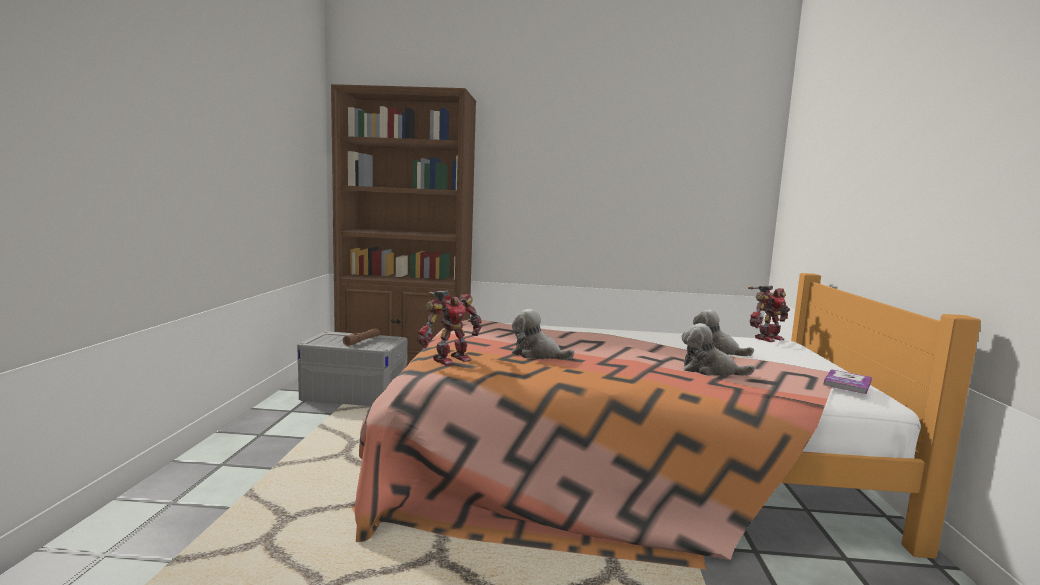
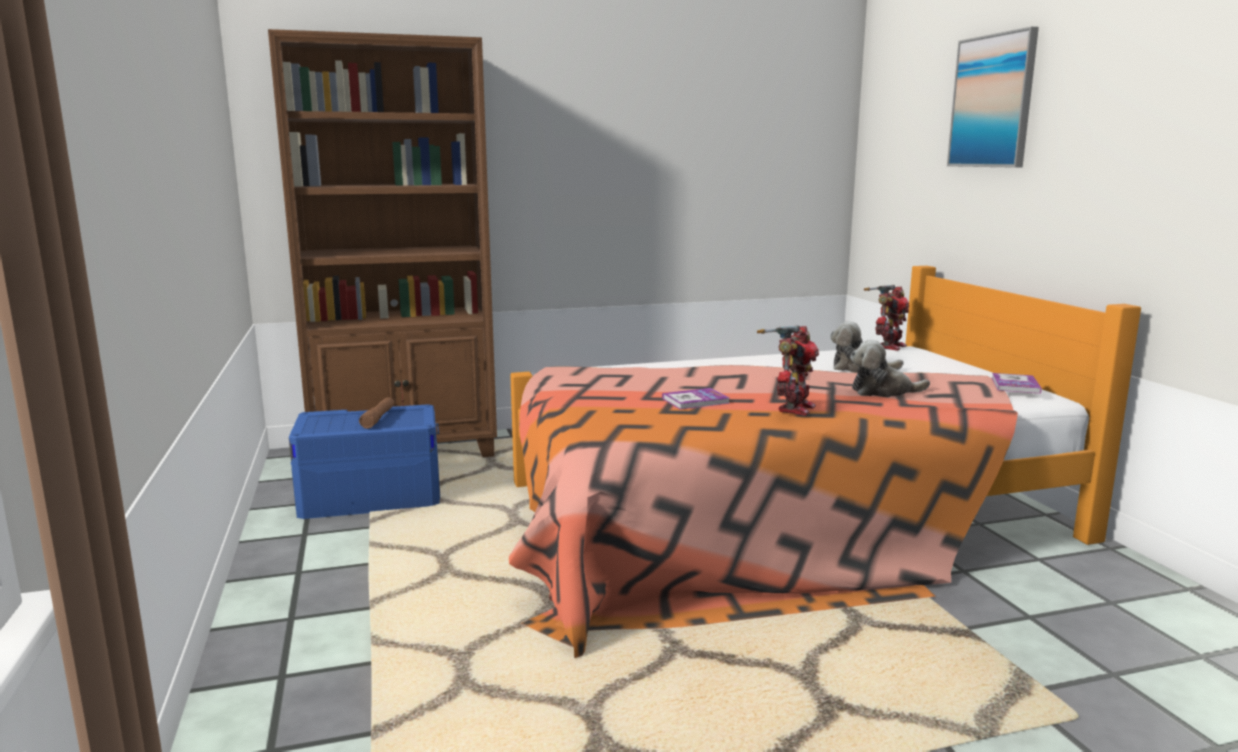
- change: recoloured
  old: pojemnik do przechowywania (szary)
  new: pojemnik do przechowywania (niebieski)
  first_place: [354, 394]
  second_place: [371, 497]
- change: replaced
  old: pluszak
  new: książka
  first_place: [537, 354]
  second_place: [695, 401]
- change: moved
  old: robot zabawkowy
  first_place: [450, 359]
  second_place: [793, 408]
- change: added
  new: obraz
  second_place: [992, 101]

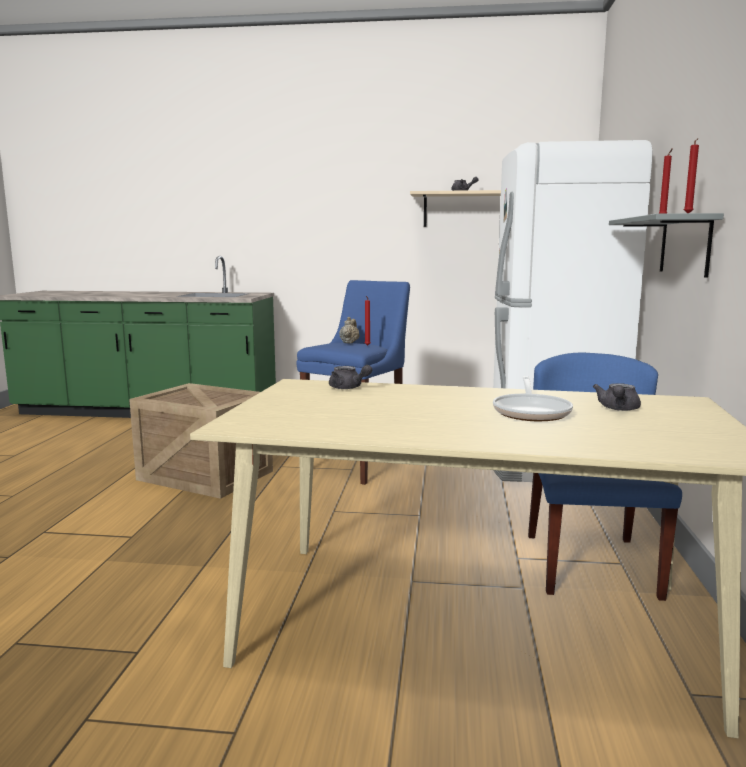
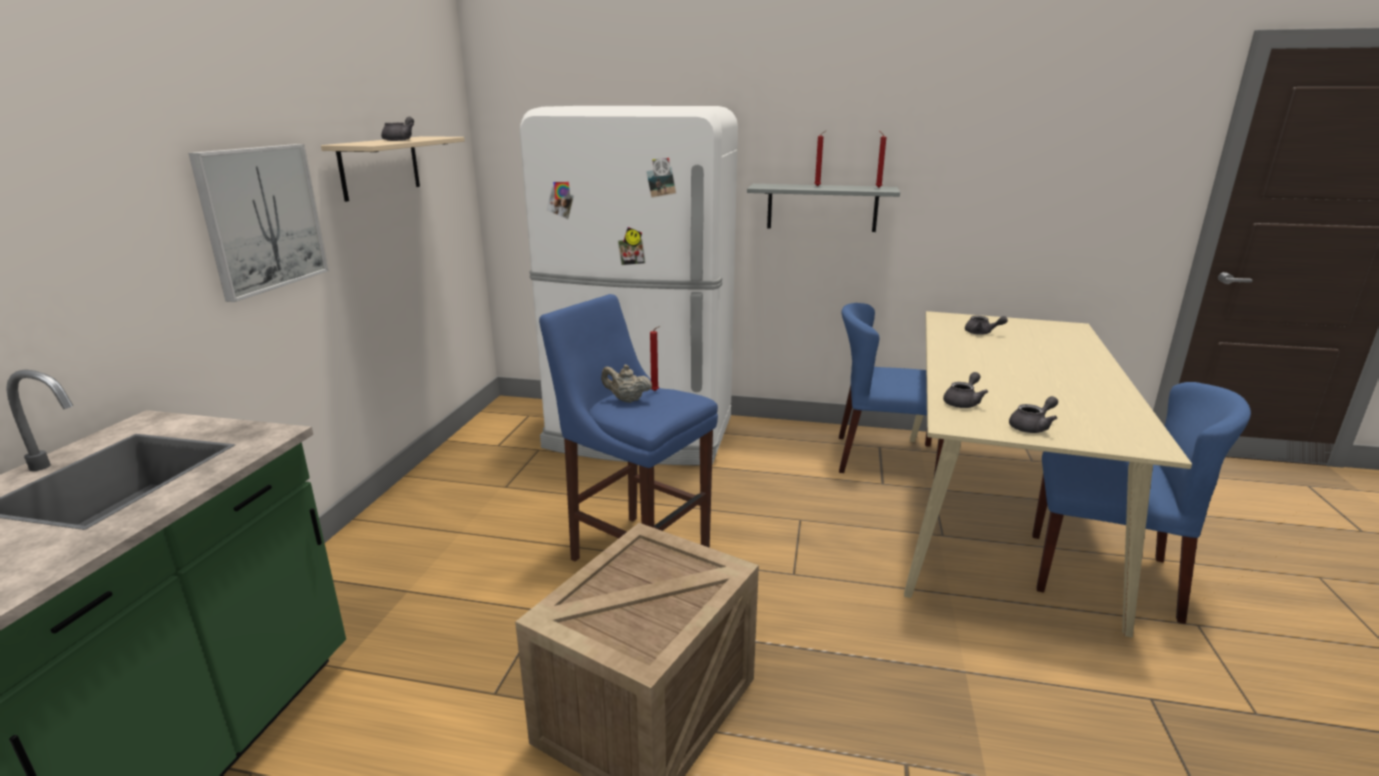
- change: added
  new: obraz
  second_place: [262, 218]
- change: added
  new: imbryk (szary)
  second_place: [1032, 427]
- change: added
  new: krzesło (niebieski)
  second_place: [1103, 575]
- change: removed
  old: patelnia
  first_place: [531, 412]

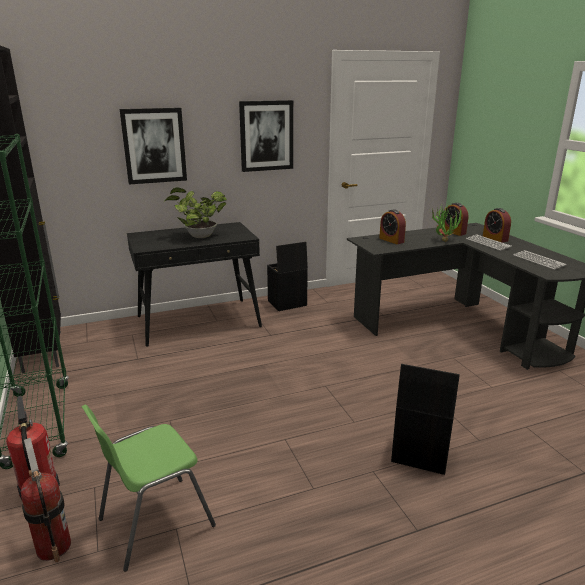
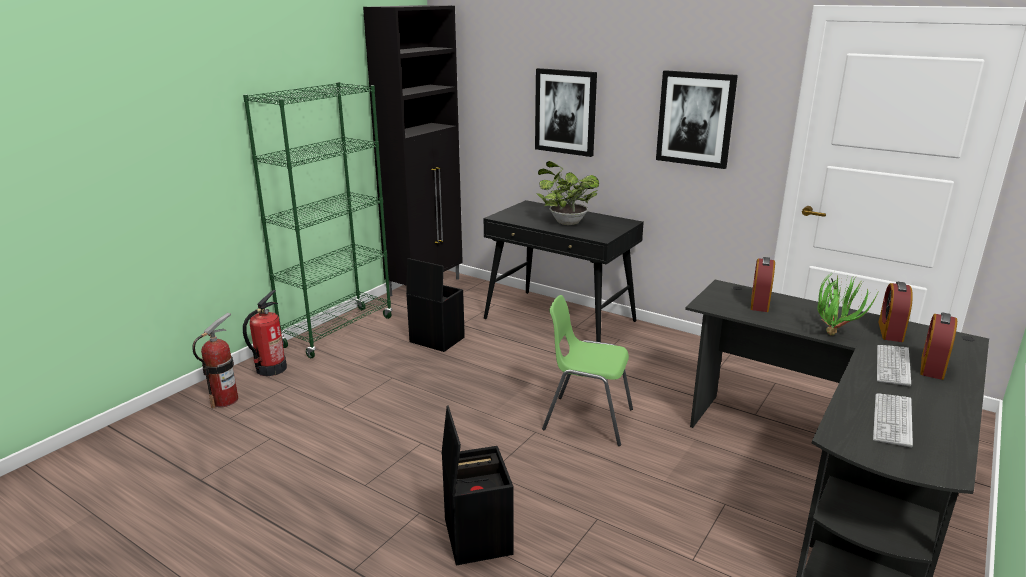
- change: moved
  old: pojemnik do przechowywania (czarny)
  first_place: [286, 303]
  second_place: [435, 340]
- change: moved
  old: krzesło (zielony)
  first_place: [154, 522]
  second_place: [587, 419]

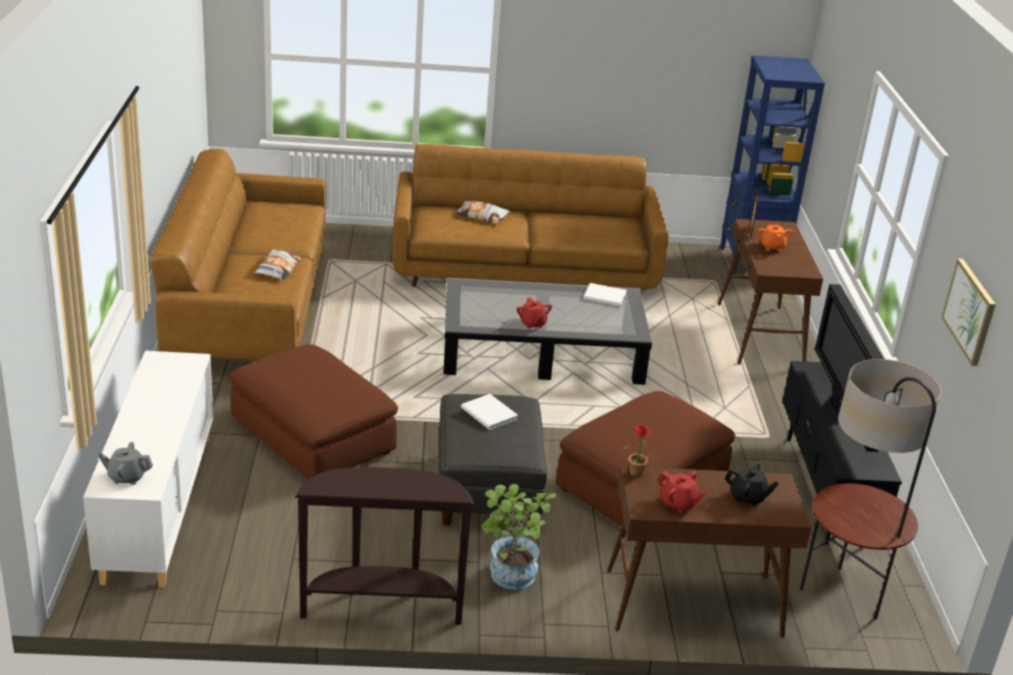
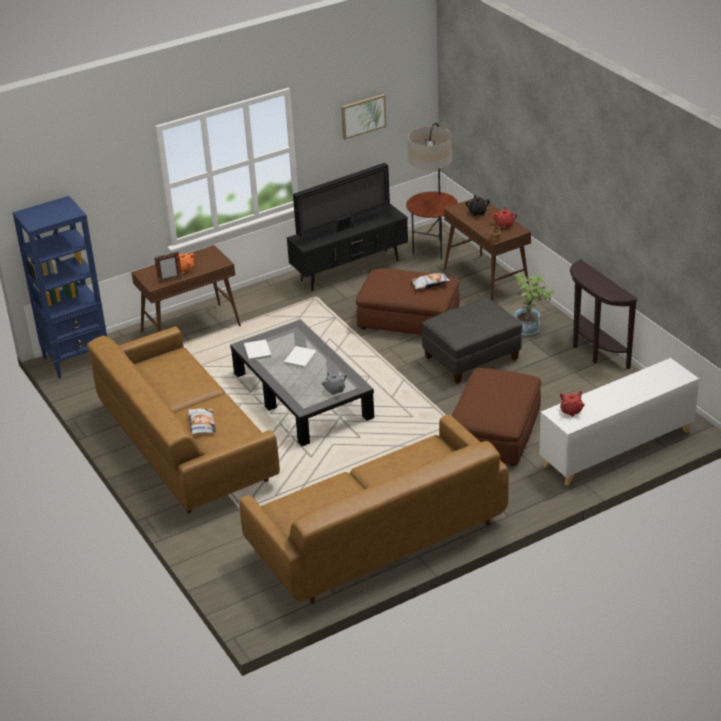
- change: moved
  old: książka (biały)
  first_place: [489, 414]
  second_place: [301, 358]
- change: moved
  old: imbryk (szary)
  first_place: [127, 477]
  second_place: [335, 390]
- change: moved
  old: poduszka
  first_place: [277, 269]
  second_place: [430, 284]
- change: moved
  old: imbryk (czerwony)
  first_place: [532, 324]
  second_place: [571, 411]

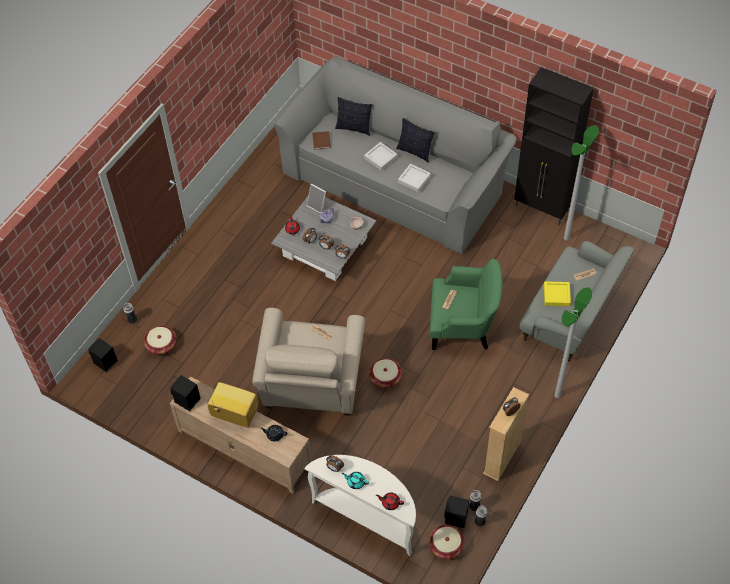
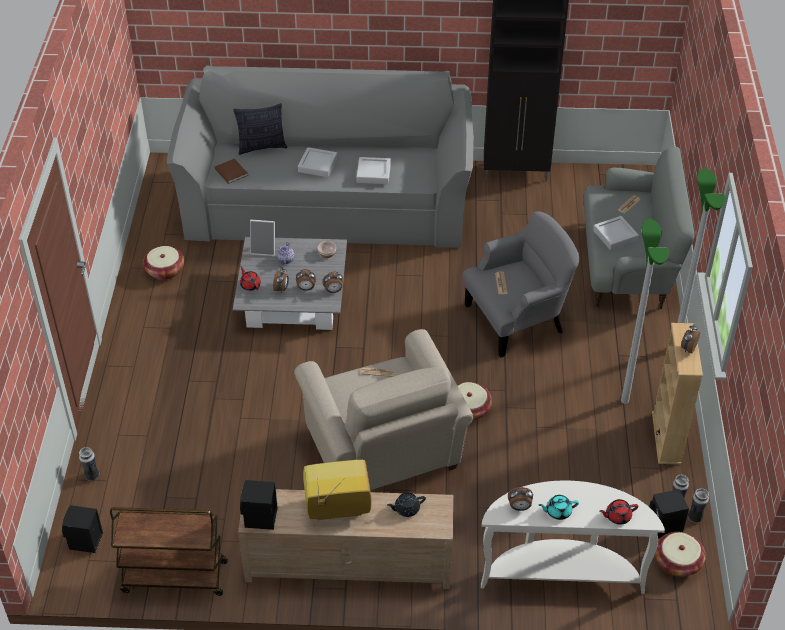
- change: added
  new: wózek (brązowy)
  second_place: [173, 577]
- change: moved
  old: koszyk
  first_place: [161, 345]
  second_place: [165, 271]
- change: recoloured
  old: fotel (zielony)
  new: fotel (szary)
  first_place: [463, 325]
  second_place: [517, 319]
- change: recoloured
  old: taca (żółty)
  new: taca (szary)
  first_place: [556, 295]
  second_place: [615, 235]
- change: moved
  old: lampa stojąca
  first_place: [566, 238]
  second_place: [625, 400]
- change: removed
  old: poduszka
  first_place: [415, 152]

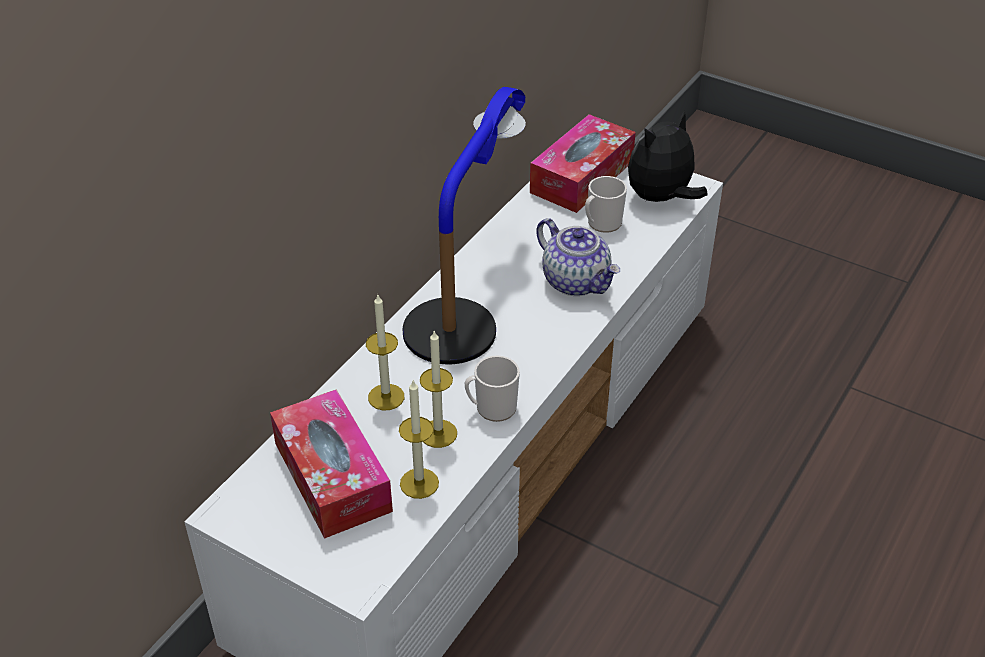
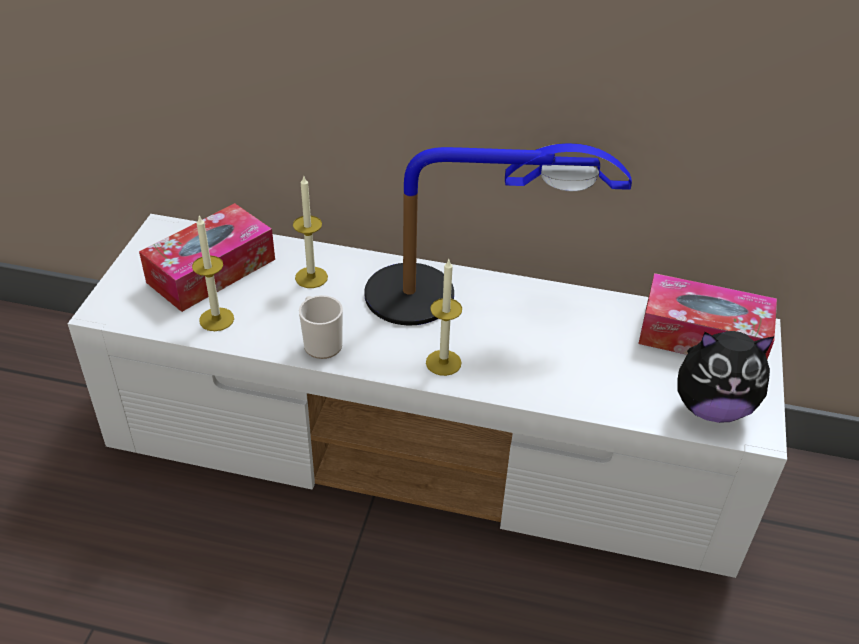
- change: moved
  old: świeca
  first_place: [438, 433]
  second_place: [443, 362]
- change: turned
  old: pluszak
  first_place: [661, 199]
  second_place: [711, 407]
  degrees: 150
- change: removed
  old: imbryk
  first_place: [577, 281]
- change: removed
  old: kubek
  first_place: [601, 224]

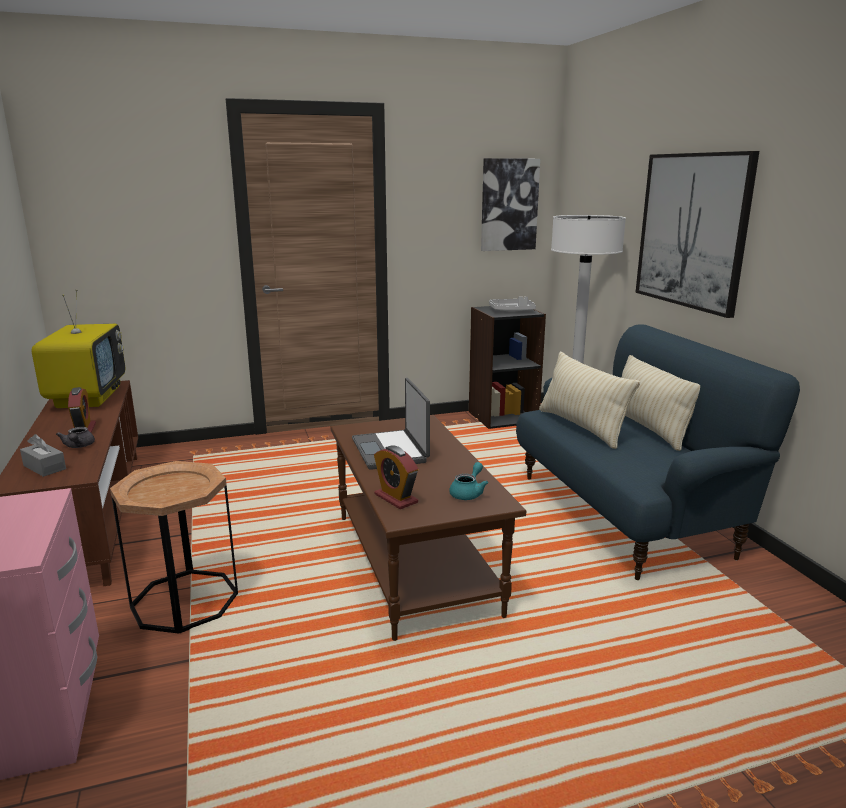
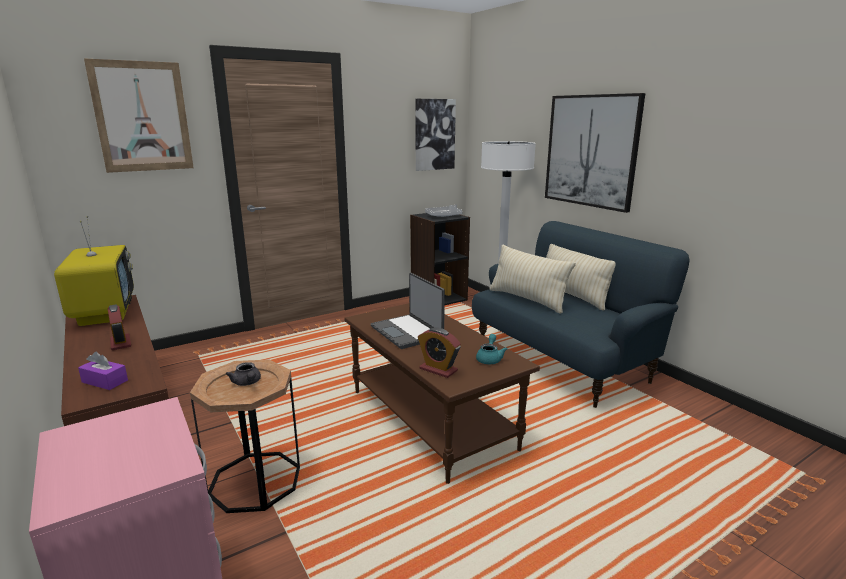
- change: recoloured
  old: pudełko chusteczek (szary)
  new: pudełko chusteczek (fioletowy)
  first_place: [44, 467]
  second_place: [105, 381]
- change: added
  new: obraz
  second_place: [142, 117]
- change: moved
  old: imbryk (szary)
  first_place: [78, 446]
  second_place: [247, 383]

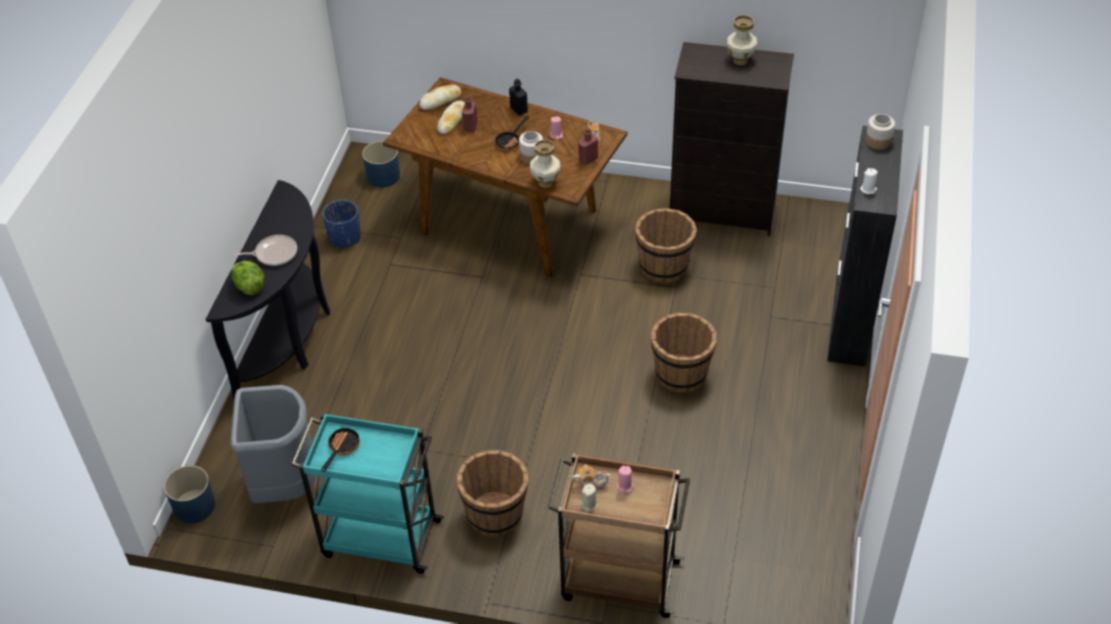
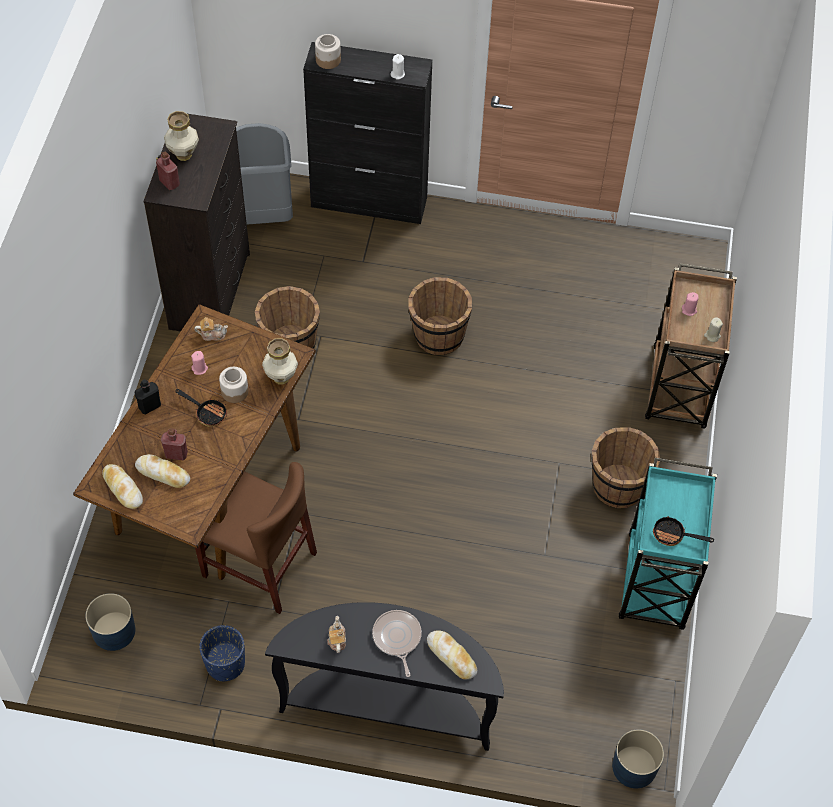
- change: moved
  old: butelka (czerwony)
  first_place: [588, 159]
  second_place: [169, 182]
- change: added
  new: krzesło (brązowy)
  second_place: [259, 564]
- change: moved
  old: kosz na śmieci (szary)
  first_place: [285, 486]
  second_place: [261, 215]
- change: moved
  old: imbryk
  first_place: [591, 484]
  second_place: [337, 640]
- change: replaced
  old: sałata
  new: chleb
  first_place: [249, 287]
  second_place: [451, 656]

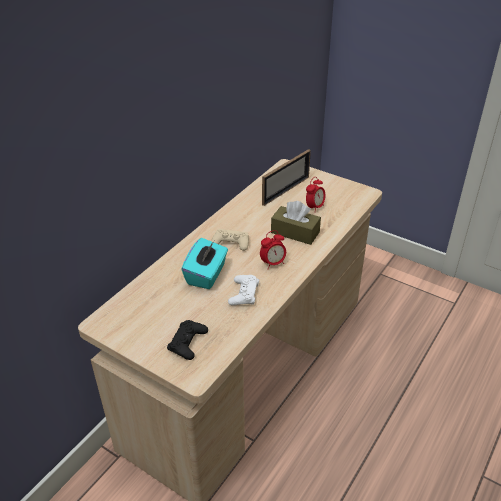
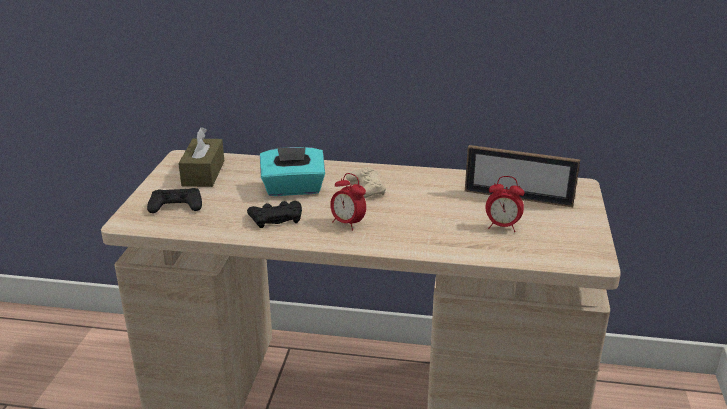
- change: moved
  old: pudełko chusteczek (brązowy)
  first_place: [295, 232]
  second_place: [203, 173]
- change: recoloured
  old: pad do gier (biały)
  new: pad do gier (czarny)
  first_place: [244, 293]
  second_place: [276, 218]

